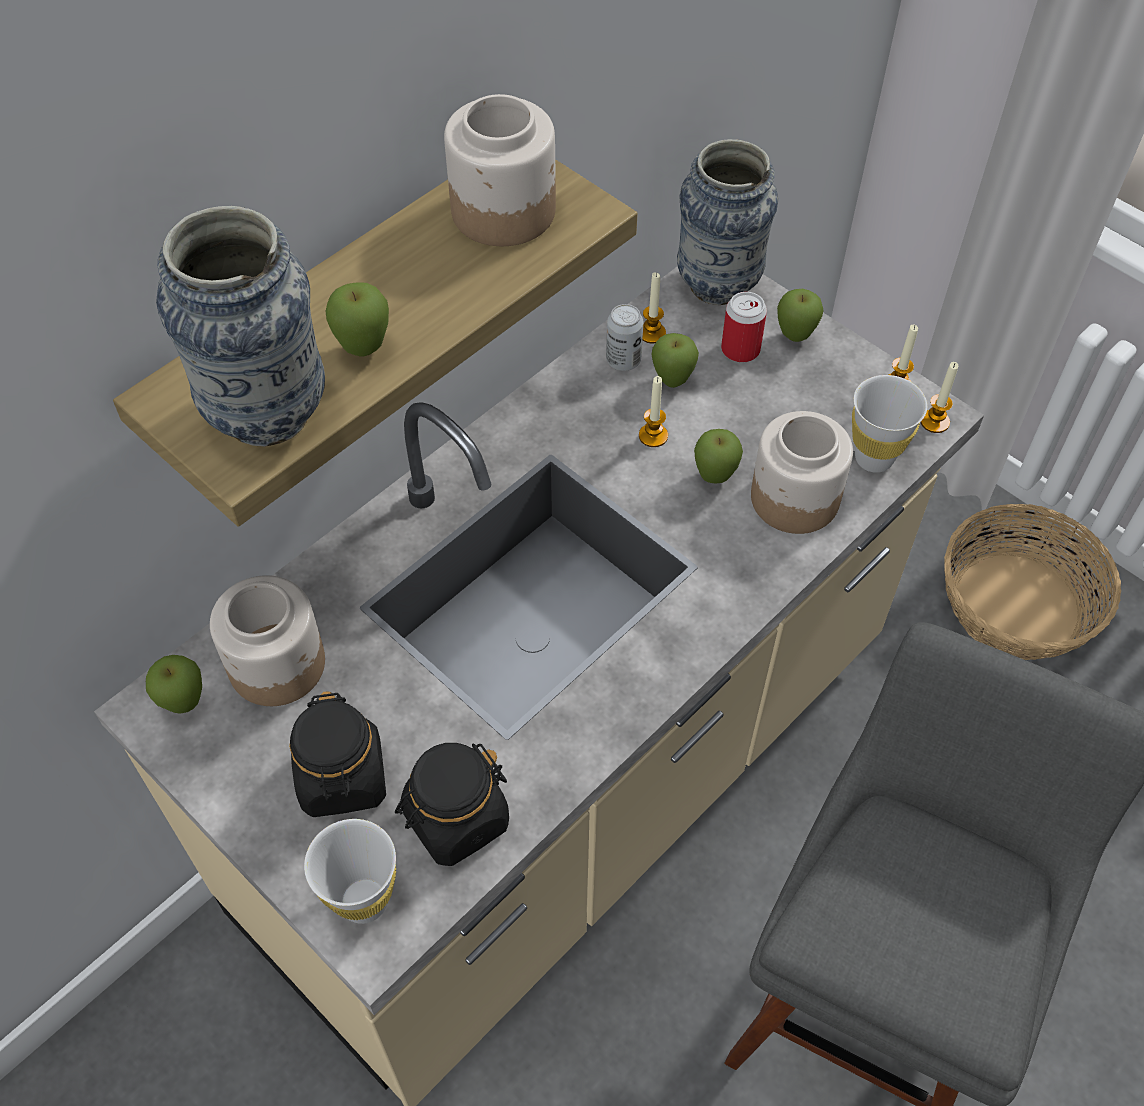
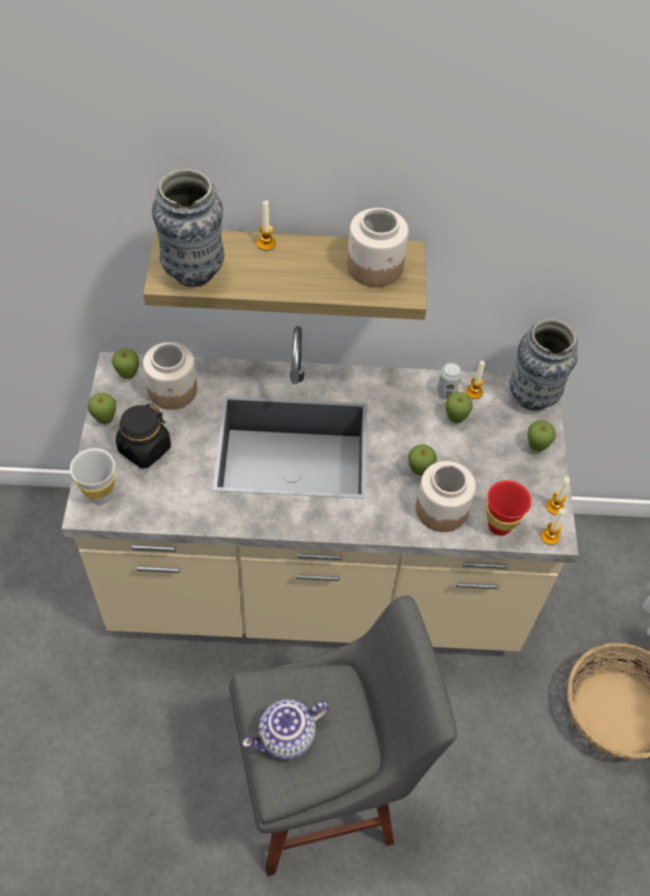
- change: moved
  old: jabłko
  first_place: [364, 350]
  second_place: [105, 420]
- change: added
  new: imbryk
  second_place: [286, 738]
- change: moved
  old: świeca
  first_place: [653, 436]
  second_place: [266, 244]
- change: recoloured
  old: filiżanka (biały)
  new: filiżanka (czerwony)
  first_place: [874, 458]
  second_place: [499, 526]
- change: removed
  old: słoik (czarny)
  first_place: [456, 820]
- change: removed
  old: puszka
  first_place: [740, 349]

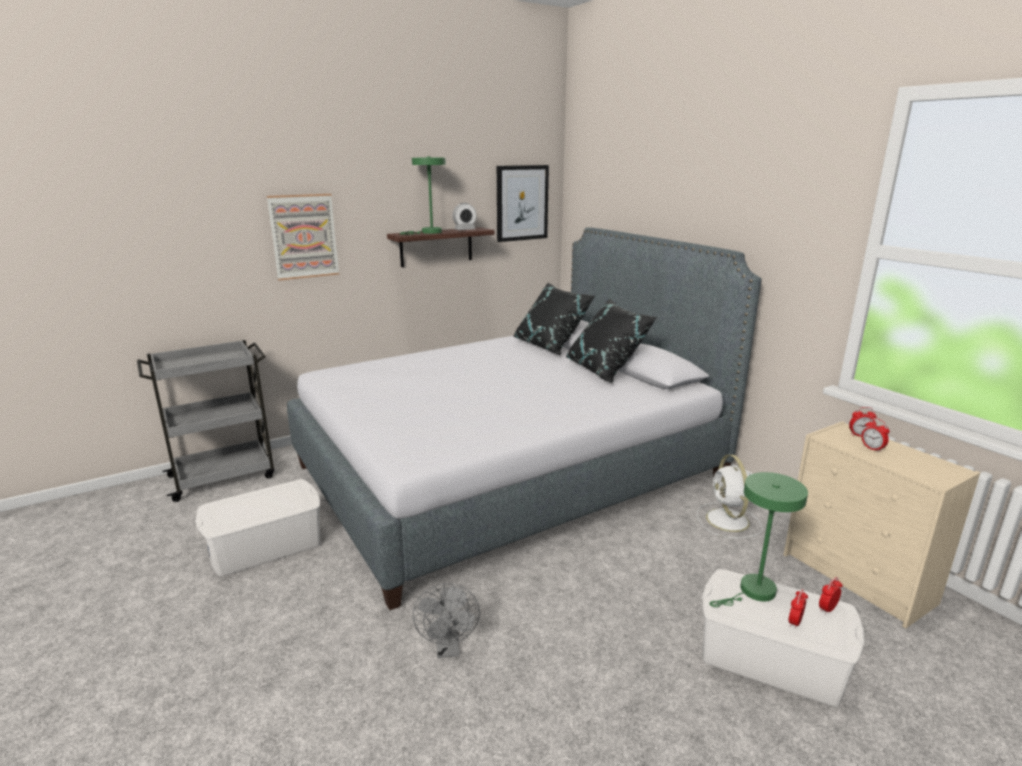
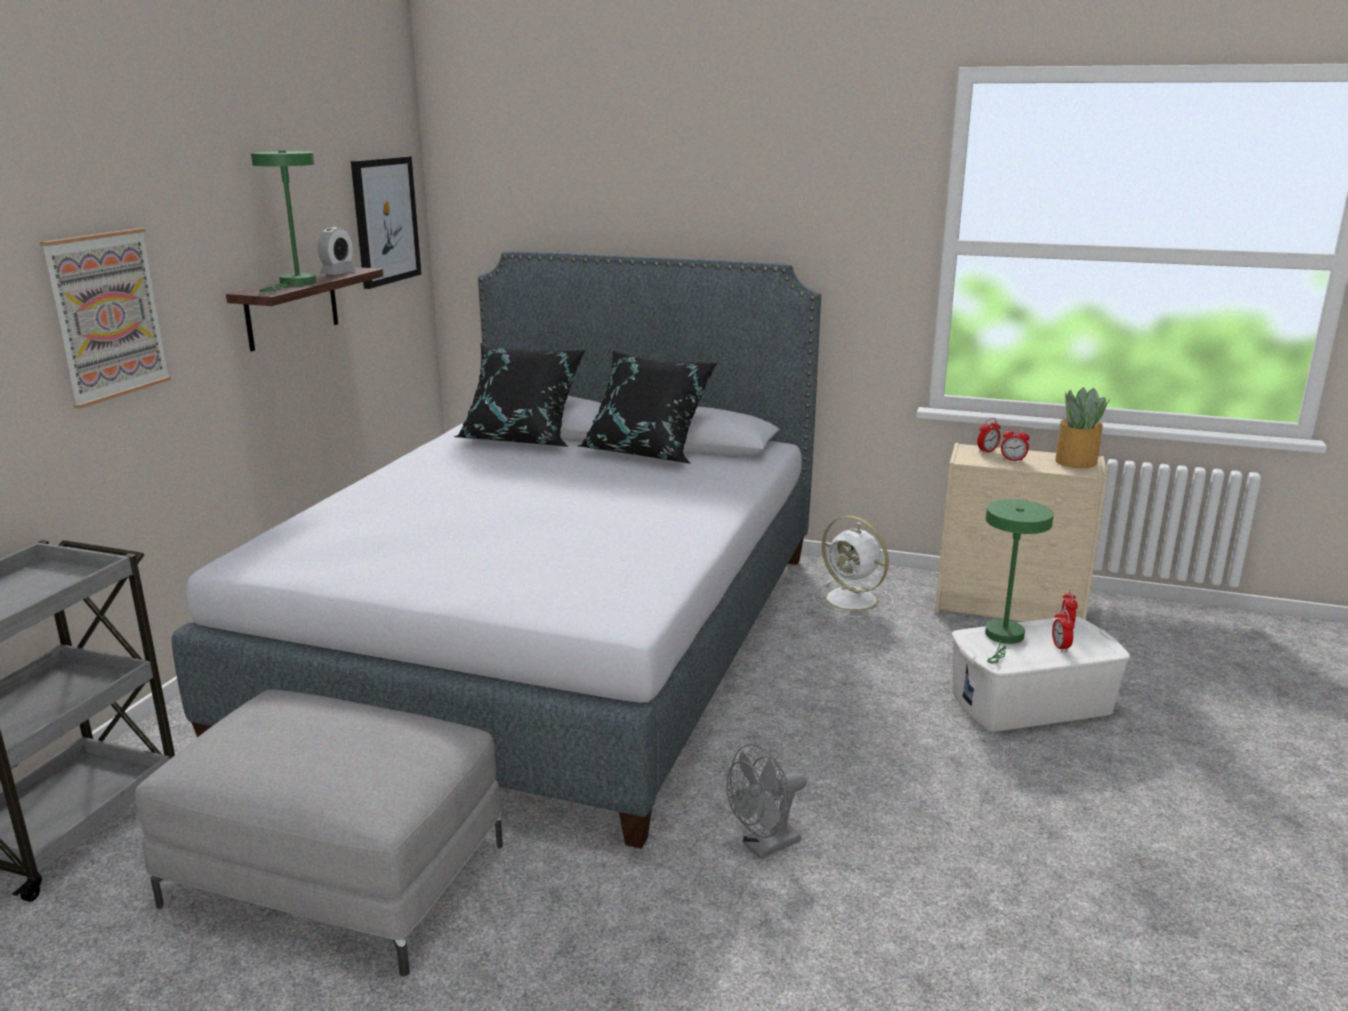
- change: replaced
  old: pojemnik do przechowywania (biały)
  new: pufa (szary)
  first_place: [266, 546]
  second_place: [338, 873]
- change: turned
  old: wentylator (szary)
  first_place: [448, 648]
  second_place: [764, 846]
  degrees: 105
- change: added
  new: roślina doniczkowa
  second_place: [1075, 461]

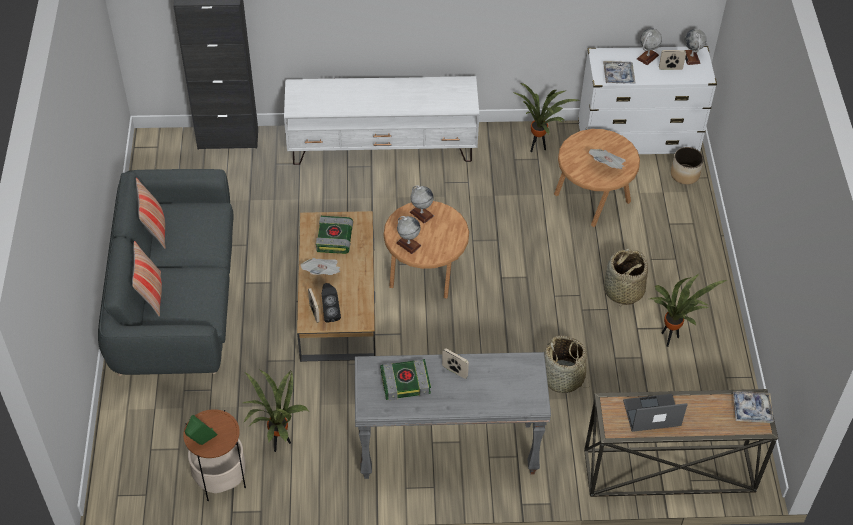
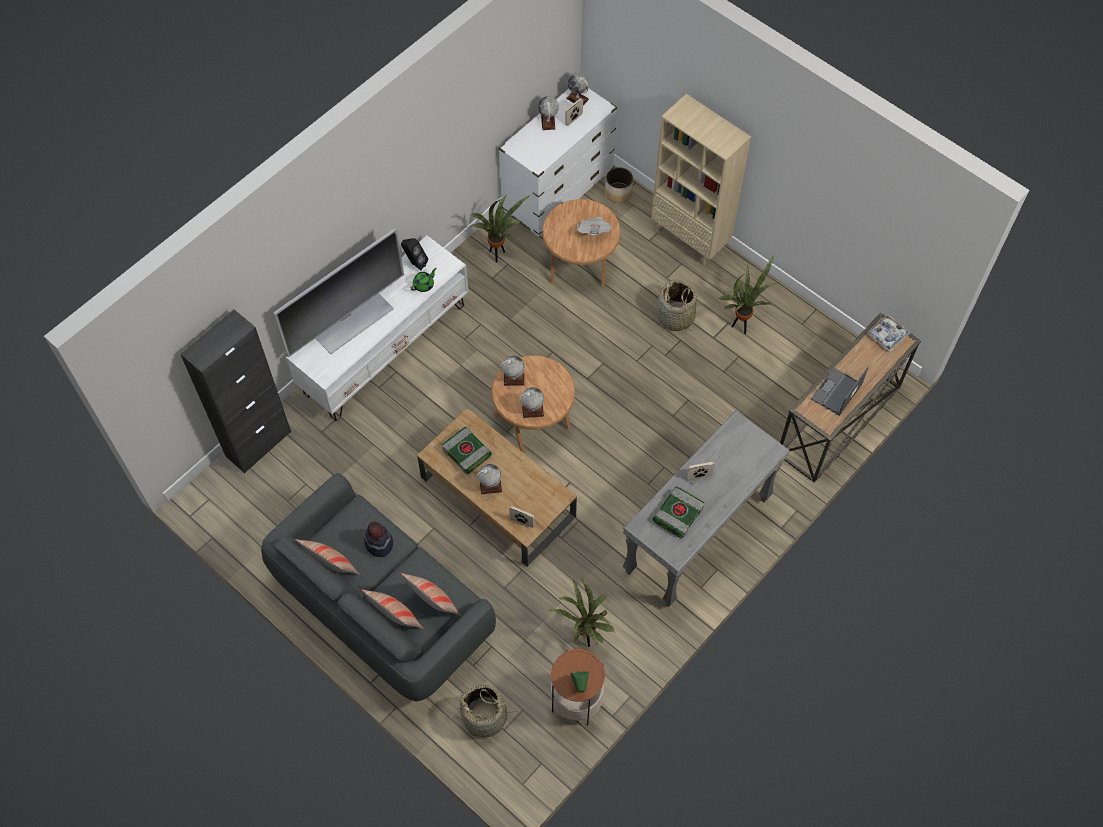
- change: added
  new: telewizor
  second_place: [353, 322]
- change: added
  new: kapelusz
  second_place: [379, 544]
- change: moved
  old: głośnik (czarny)
  first_place: [330, 313]
  second_place: [415, 263]
- change: added
  new: poduszka
  second_place: [433, 603]
- change: added
  new: imbryk (zielony)
  second_place: [424, 285]
- change: moved
  old: koszyk
  first_place: [562, 378]
  second_place: [485, 718]
- change: replaced
  old: gazeta
  new: globus
  first_place: [322, 273]
  second_place: [490, 486]
- change: added
  new: regał (beżowy)
  second_place: [690, 239]
- change: removed
  old: taca
  first_place: [618, 75]

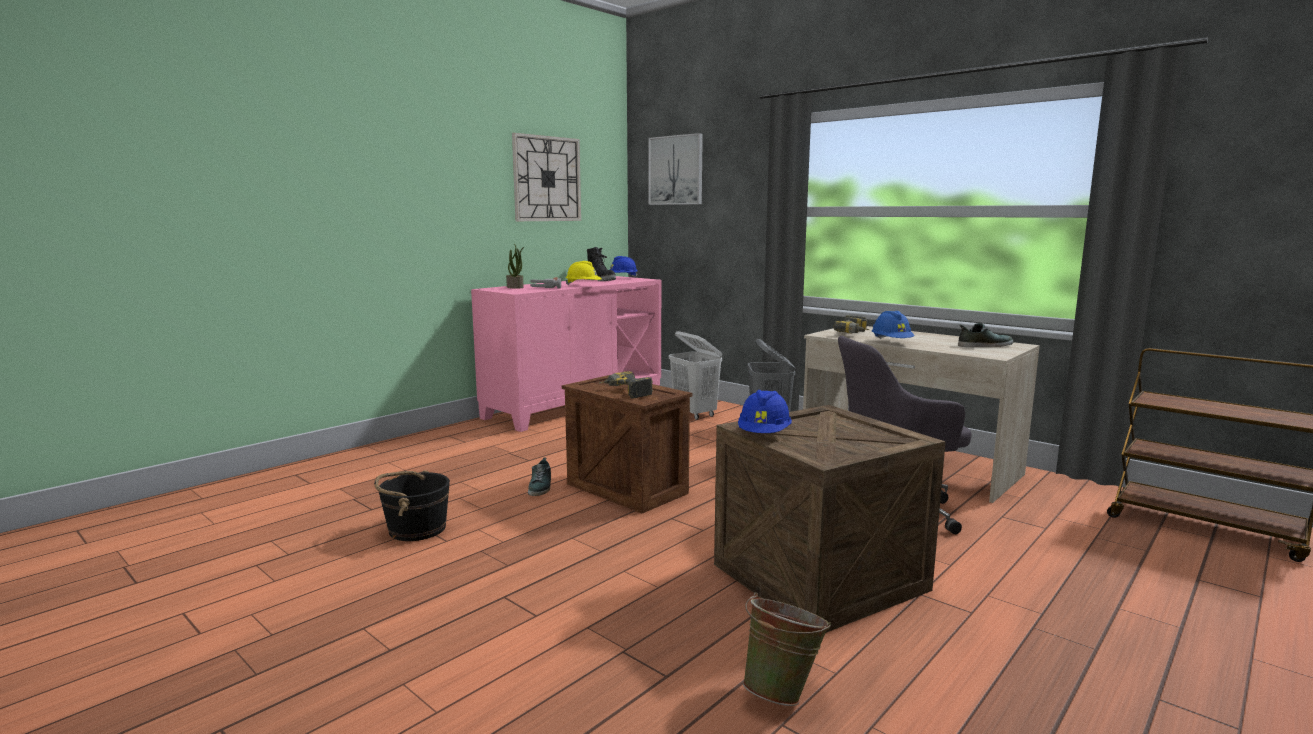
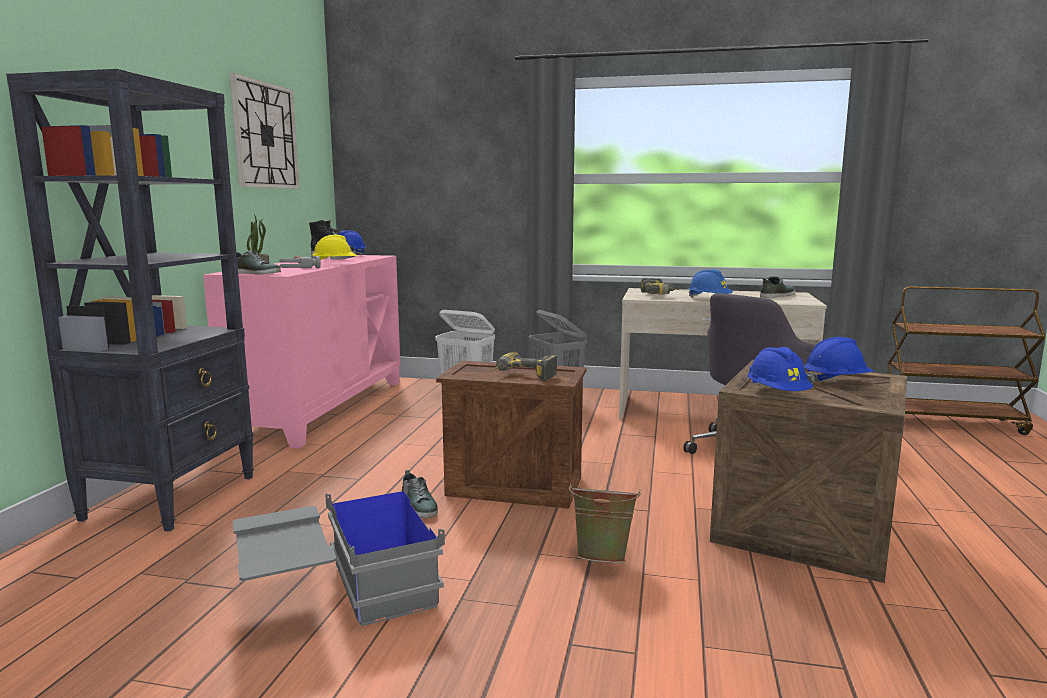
- change: added
  new: regał (czarny)
  second_place: [173, 497]
- change: replaced
  old: wiadro (czarny)
  new: pojemnik do przechowywania (szary)
  first_place: [416, 529]
  second_place: [339, 596]
- change: added
  new: but
  second_place: [257, 273]
- change: moved
  old: wiadro (zielony)
  first_place: [783, 691]
  second_place: [603, 558]
- change: added
  new: kask (niebieski)
  second_place: [836, 381]
- change: removed
  old: obraz
  first_place: [676, 170]

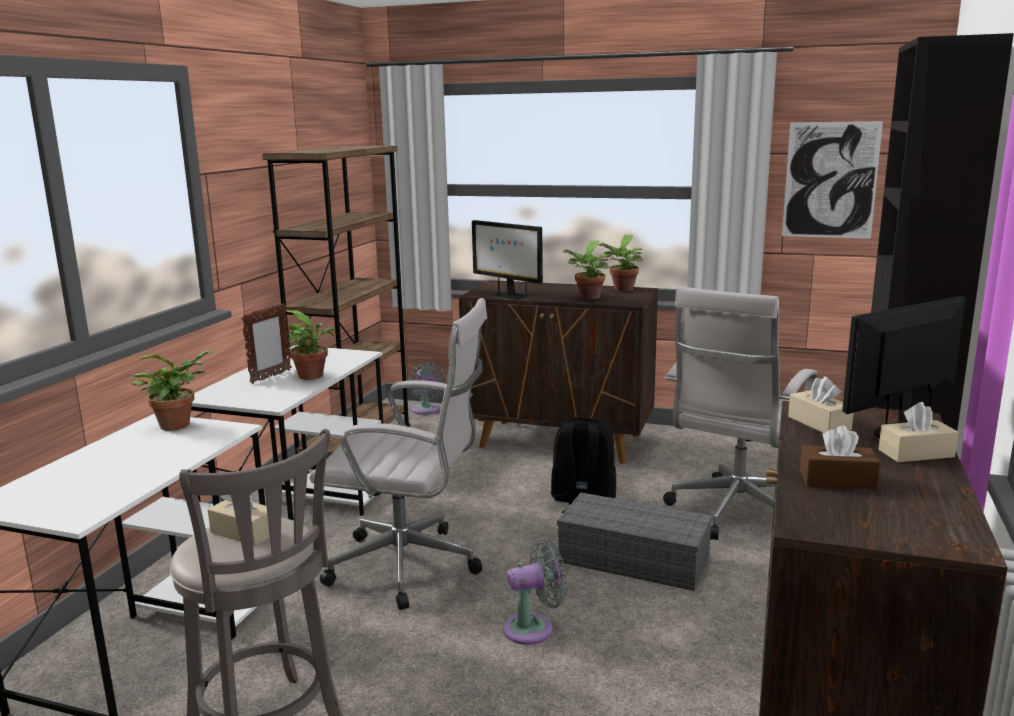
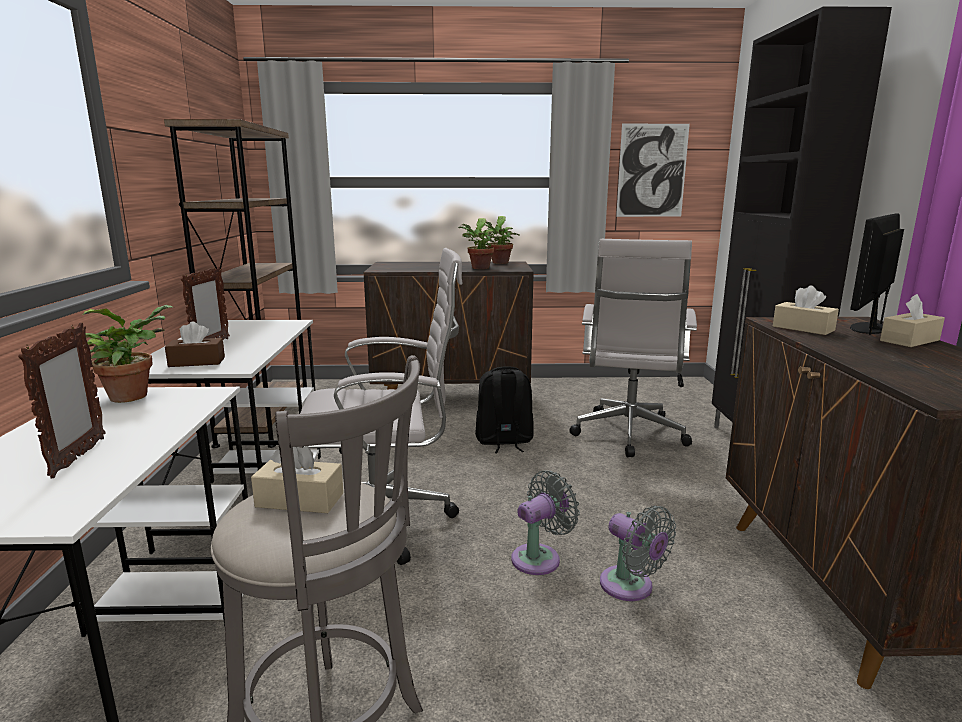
- change: added
  new: ramka na zdjęcie
  second_place: [78, 457]
- change: moved
  old: pudełko chusteczek (brązowy)
  first_place: [837, 480]
  second_place: [197, 362]
- change: moved
  old: wentylator (szary)
  first_place: [426, 410]
  second_place: [630, 587]
- change: removed
  old: roślina doniczkowa
  first_place: [313, 376]
- change: removed
  old: monitor
  first_place: [508, 296]
- change: removed
  old: pojemnik do przechowywania (szary)
  first_place: [636, 559]

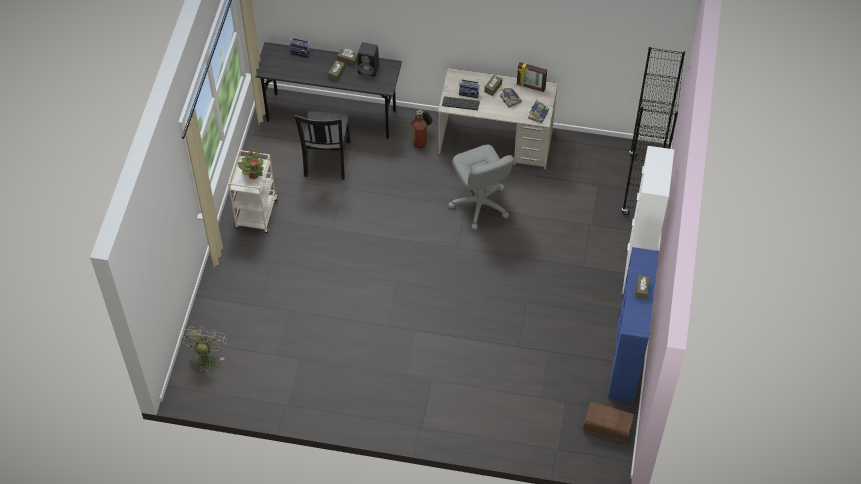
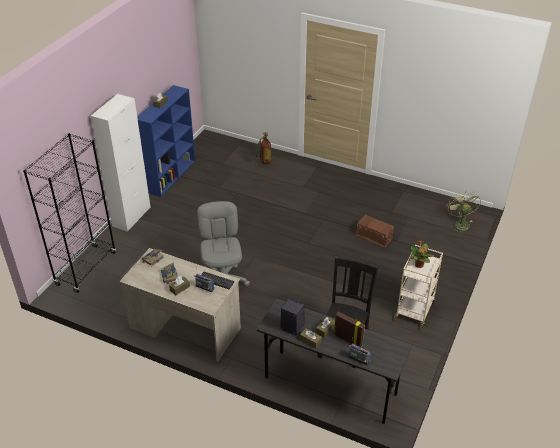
- change: moved
  old: gaśnica
  first_place: [422, 139]
  second_place: [263, 163]
- change: moved
  old: ramka na zdjęcie
  first_place: [530, 87]
  second_place: [348, 340]
- change: moved
  old: pojemnik do przechowywania (brązowy)
  first_place: [607, 428]
  second_place: [374, 236]
- change: turned
  old: wentylator (zielony)
  first_place: [205, 359]
  second_place: [460, 223]
  degrees: 150

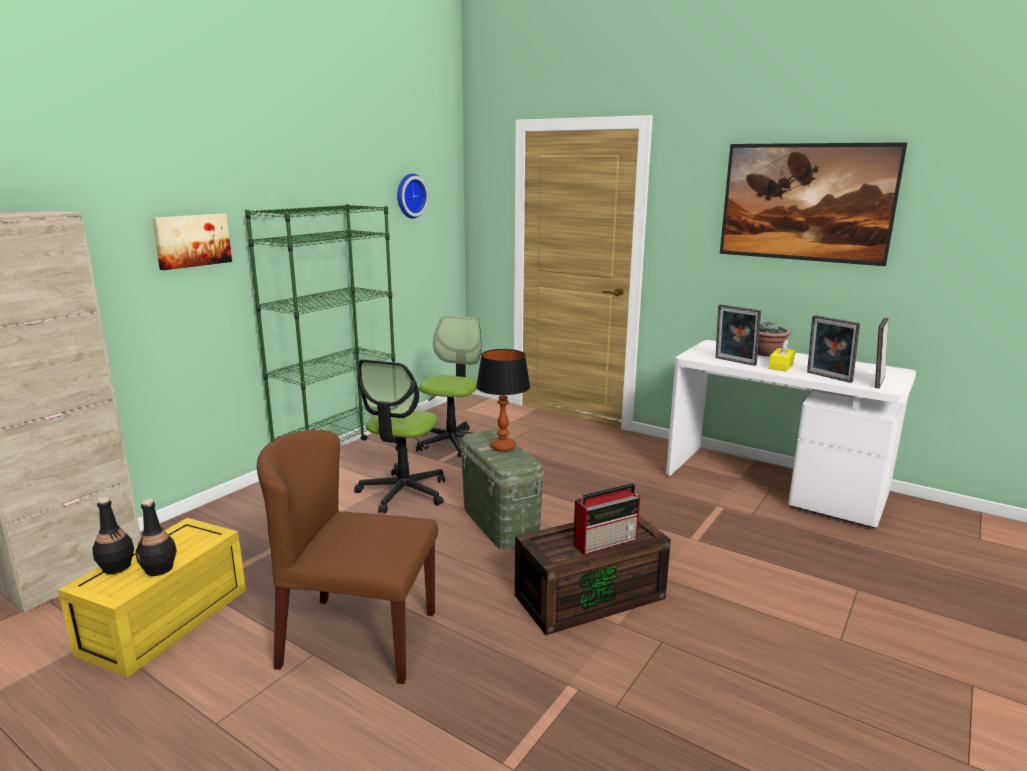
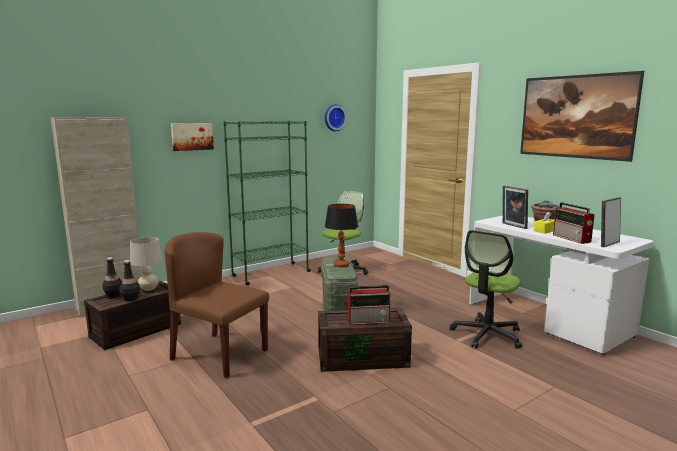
- change: recoloured
  old: pojemnik do przechowywania (żółty)
  new: pojemnik do przechowywania (brązowy)
  first_place: [165, 622]
  second_place: [135, 331]
- change: added
  new: lampa stołowa (beżowy)
  second_place: [148, 289]
- change: moved
  old: krzesło biurowe
  first_place: [403, 492]
  second_place: [487, 335]
- change: replaced
  old: ramka na zdjęcie
  new: radio
  first_place: [827, 377]
  second_place: [572, 239]

